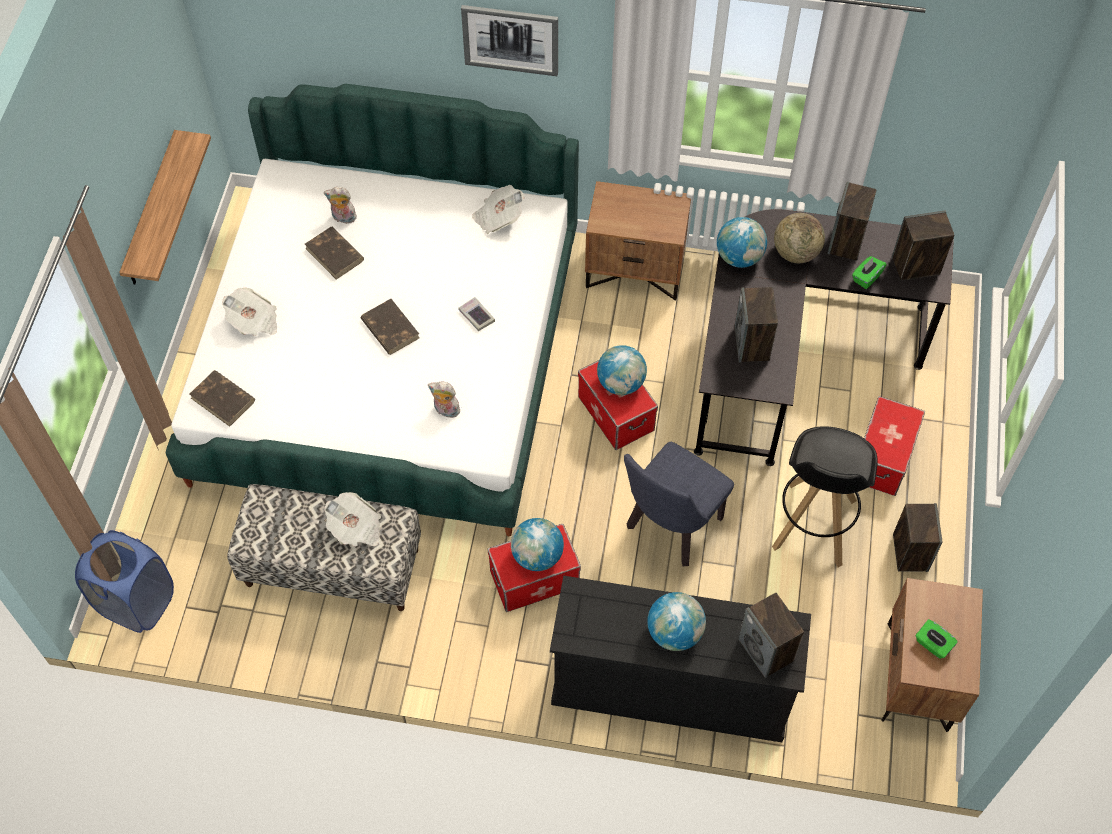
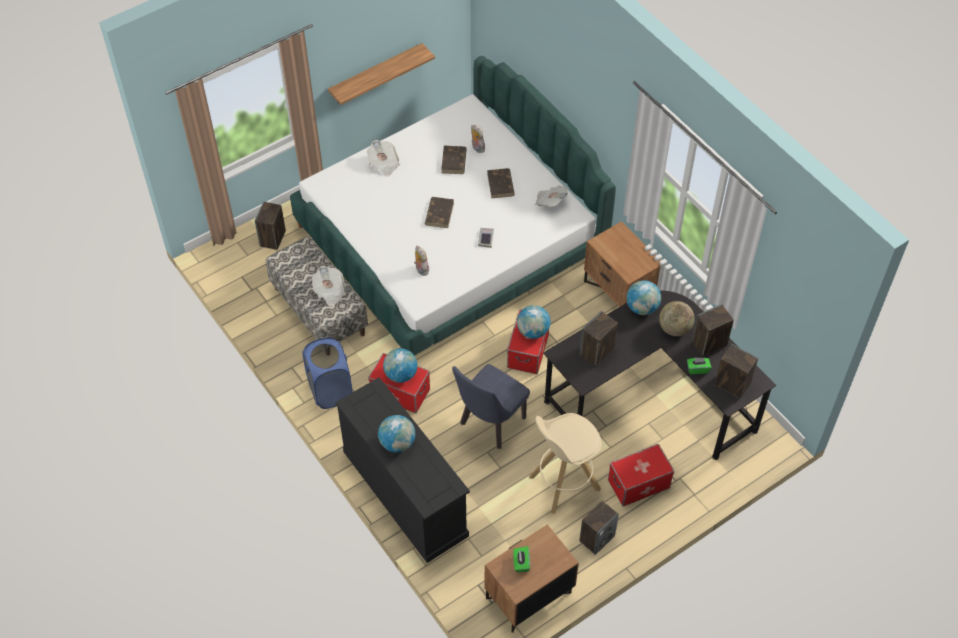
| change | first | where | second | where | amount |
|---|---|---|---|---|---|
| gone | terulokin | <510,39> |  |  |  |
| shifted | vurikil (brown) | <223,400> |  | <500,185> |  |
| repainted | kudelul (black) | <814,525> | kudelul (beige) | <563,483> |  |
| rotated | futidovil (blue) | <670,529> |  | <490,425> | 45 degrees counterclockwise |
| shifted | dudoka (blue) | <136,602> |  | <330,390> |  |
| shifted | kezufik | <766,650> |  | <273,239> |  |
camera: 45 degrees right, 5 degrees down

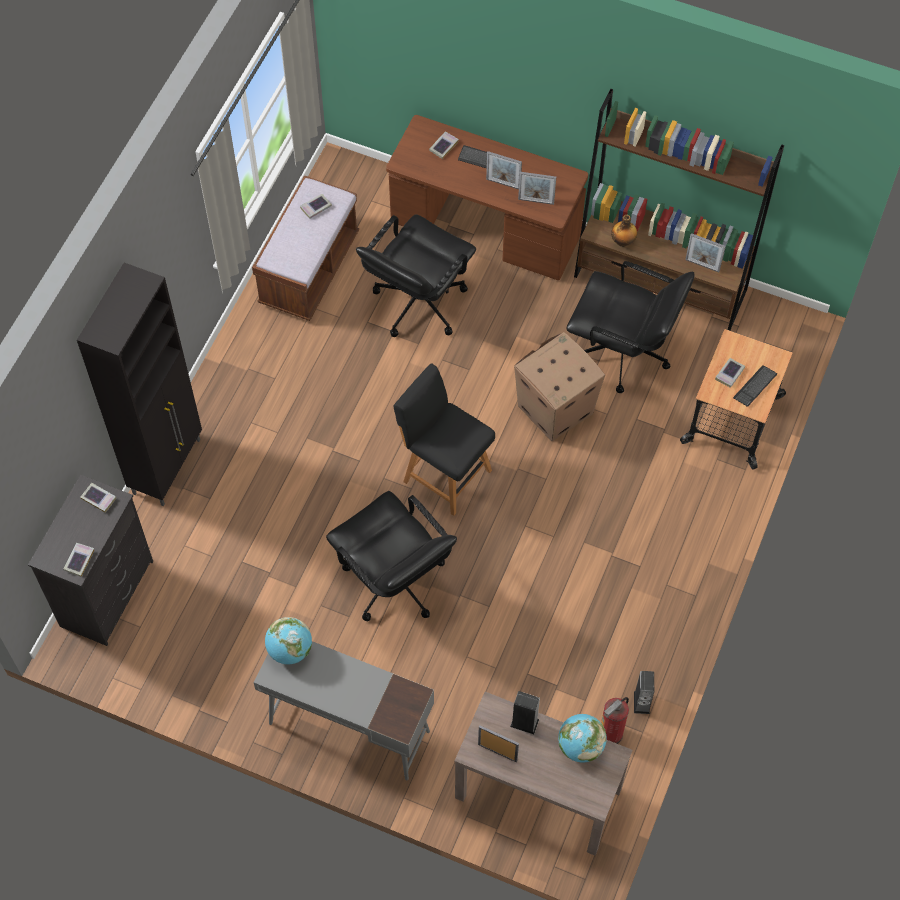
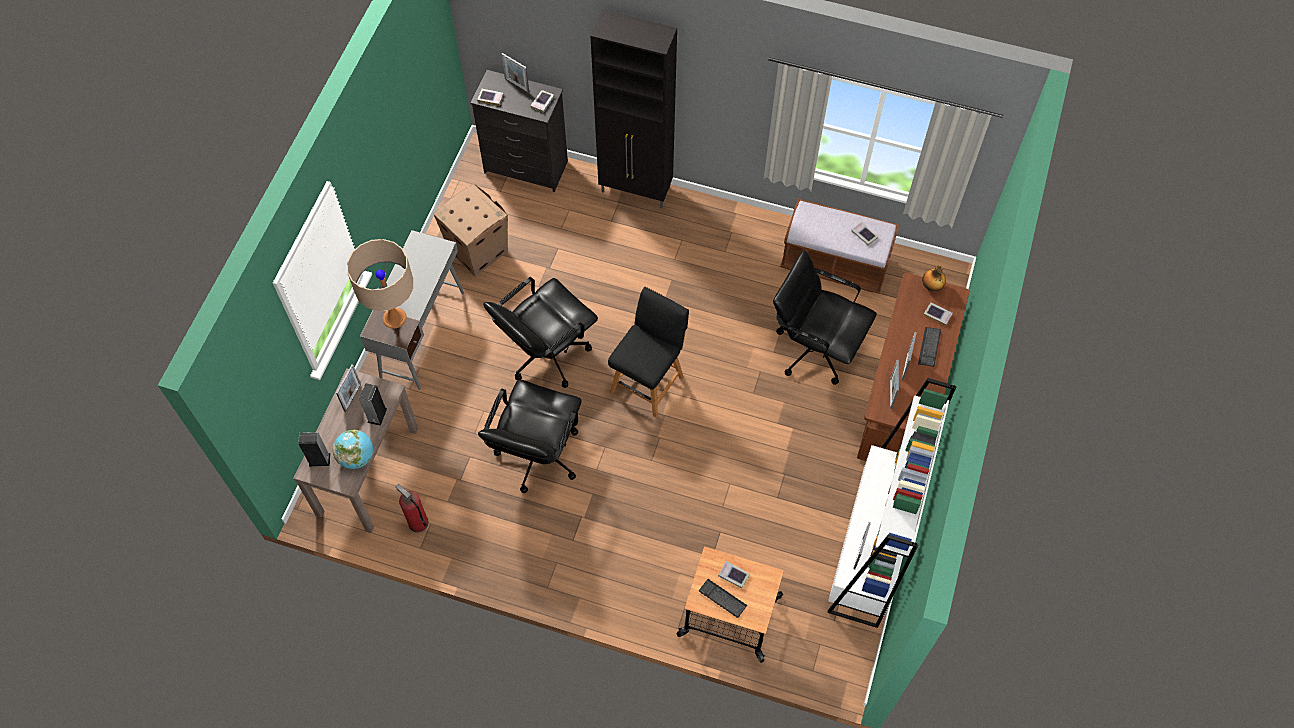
| change | first | where | second | where | amount |
|---|---|---|---|---|---|
| repainted | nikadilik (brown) | <660,283> | nikadilik (white) | <870,548> |  |
| shifted | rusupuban | <623,241> |  | <931,287> |  |
| shifted | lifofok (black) | <623,353> |  | <537,455> |  |
| shifted | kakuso | <554,410> |  | <477,250> |  |
| gone | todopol | <290,650> |  |  |  |
| shifted | kezufik | <641,702> |  | <319,459> |  |
| new |  |  | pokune | <517,85> |  |
| new |  |  | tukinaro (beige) | <394,318> |  |
camera: 85 degrees right, 0 degrees up

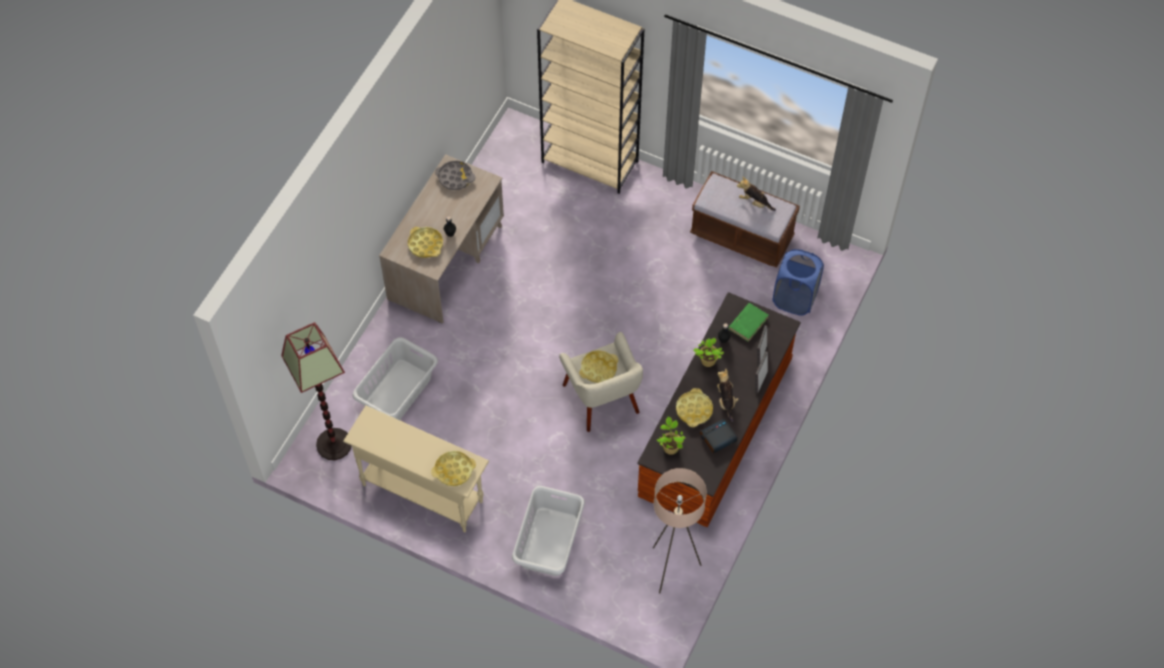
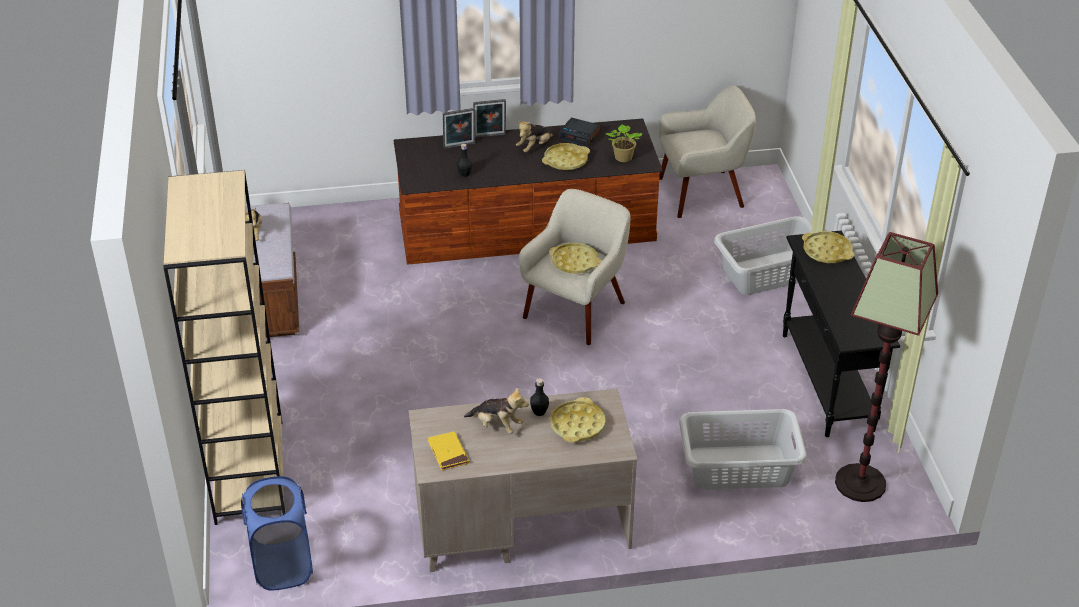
| change | first | where | second | where | amount |
|---|---|---|---|---|---|
| swapped | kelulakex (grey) | <455,177> | vurikil (yellow) | <448,452> |  |
| shifted | dudoka (blue) | <794,298> |  | <283,566> |  |
| gone | vurikil (green) | <748,323> |  |  |  |
| gone | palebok | <707,361> |  |  |  |
| repainted | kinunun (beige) | <422,492> | kinunun (black) | <826,382> |  |
| swapped | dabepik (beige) | <671,568> | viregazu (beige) | <702,193> |  |
| new |  |  | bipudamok | <497,425> |  |
camera: 125 degrees left, 20 degrees down

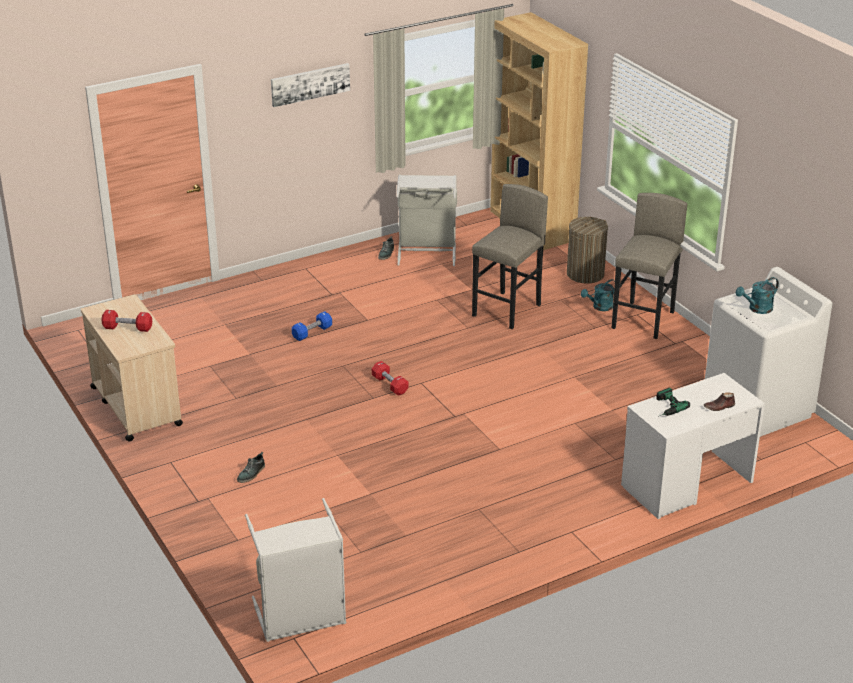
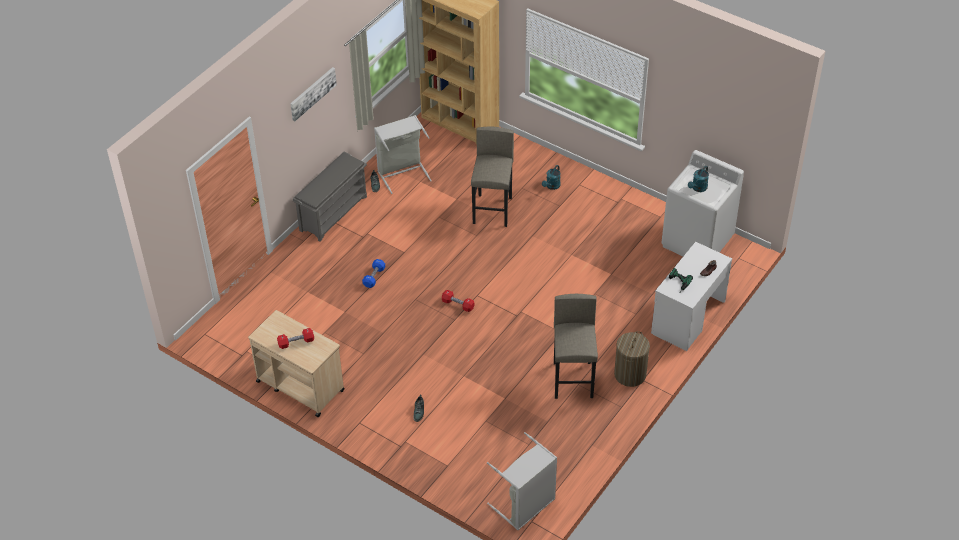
| change | first | where | second | where | amount |
|---|---|---|---|---|---|
| shifted | kudelul (grey) | <644,320> |  | <573,380> |  |
| shifted | dudoka | <585,274> |  | <630,374> |  |
| new |  |  | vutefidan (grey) | <333,213> |  |
camera: 25 degrees left, 15 degrees up

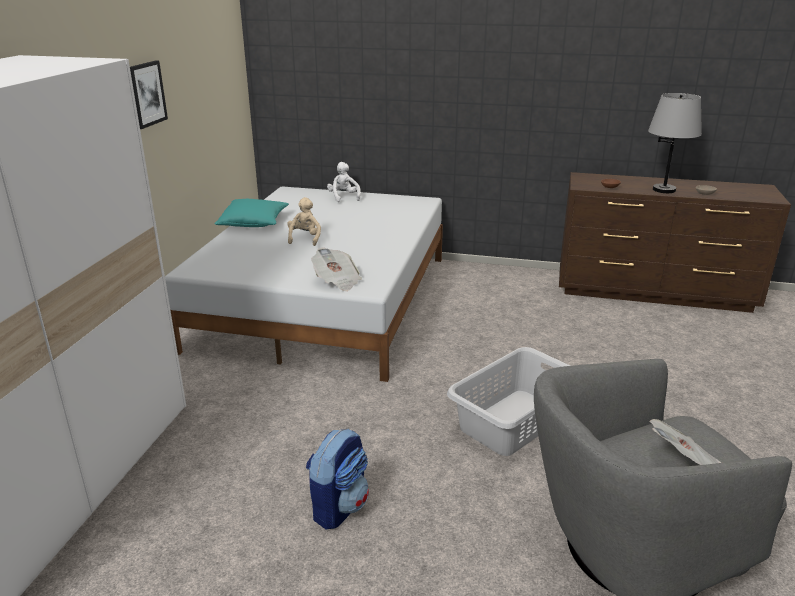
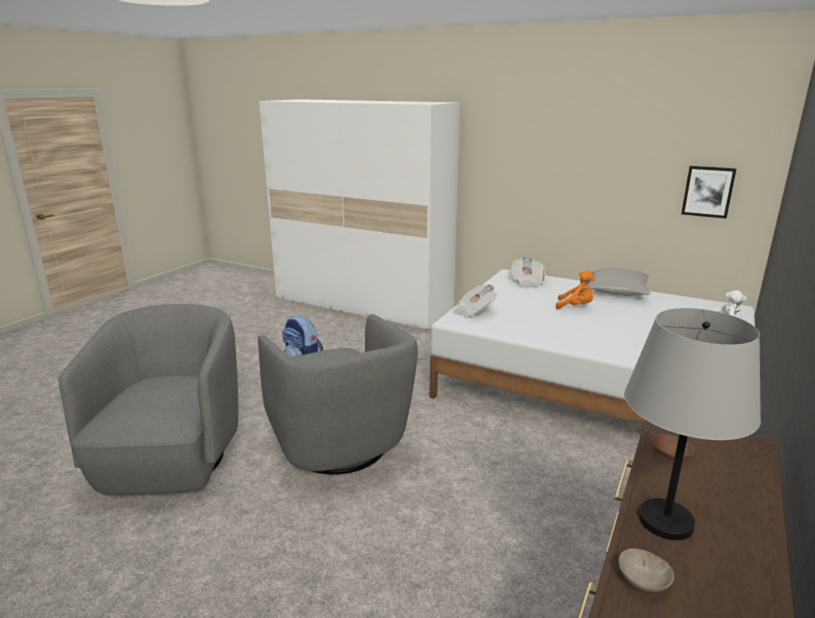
| change | first | where | second | where | amount |
|---|---|---|---|---|---|
| shifted | terulokin | <146,94> |  | <708,191> |  |
| repainted | bipudamok (beige) | <305,238> | bipudamok (orange) | <575,307> |  |
| repainted | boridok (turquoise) | <254,223> | boridok (grey) | <617,292> |  |
| swapped | dudoka (grey) | <514,422> | viregazu (grey) | <339,446> |  |
| shifted | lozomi | <683,461> |  | <527,282> |  |
camera: 105 degrees right, 5 degrees down

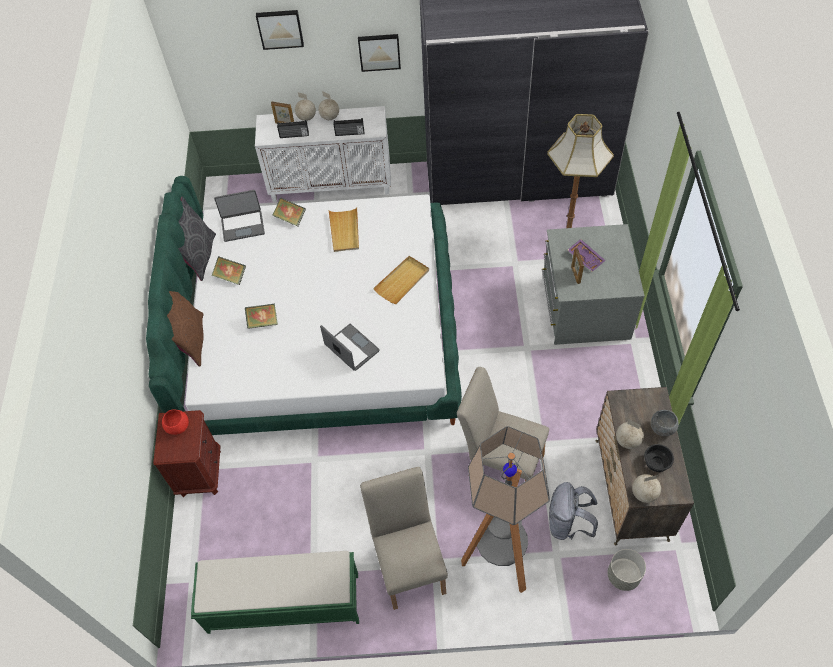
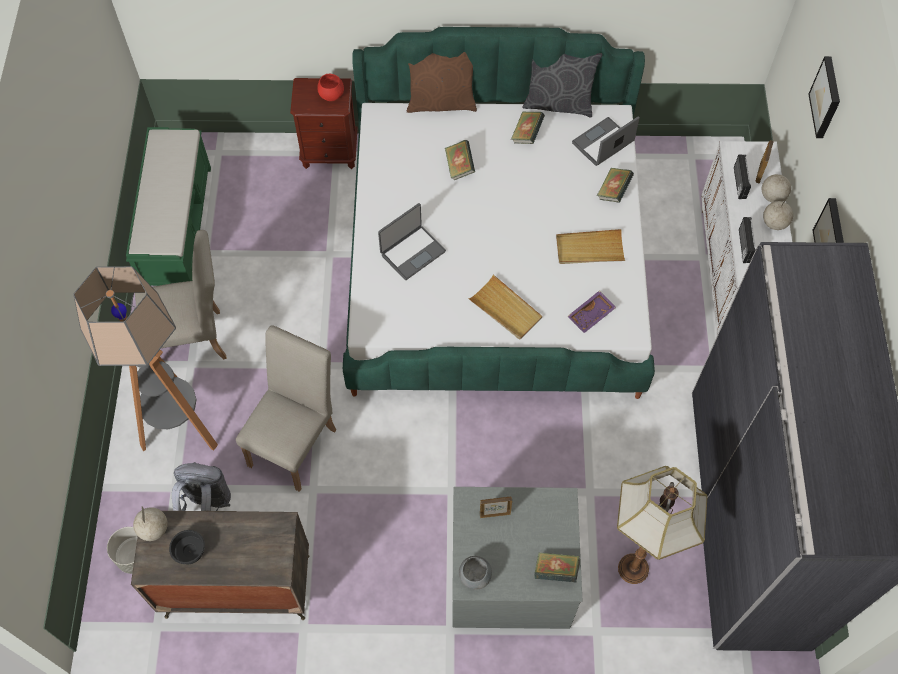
| change | first | where | second | where | amount |
|---|---|---|---|---|---|
| rotated | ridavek | <243,225> |  | <603,143> | 60 degrees clockwise |
| shifted | kelulakex (purple) | <586,258> |  | <591,315> |  |
| shifted | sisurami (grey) | <662,428> |  | <474,576> |  |
| gone | todopol | <627,440> |  |  |  |
| new |  |  | vurikil | <555,571> |  |
camera: 90 degrees right, 5 degrees up

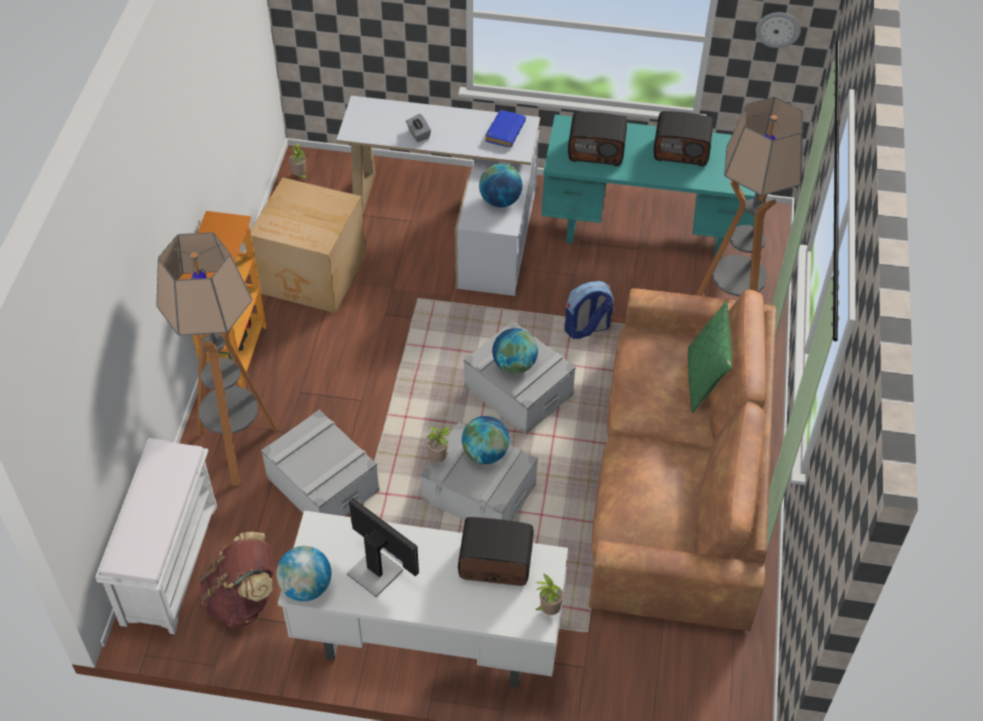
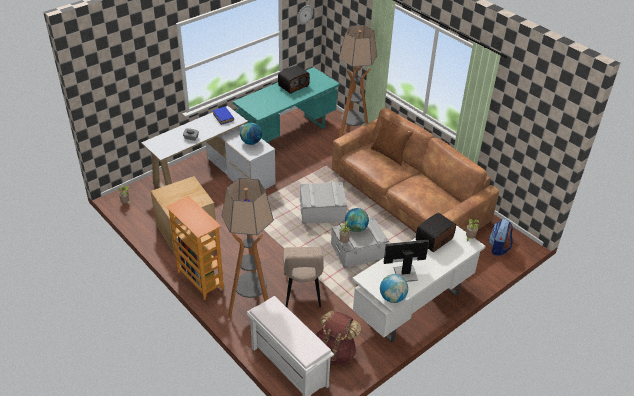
| change | first | where | second | where | amount |
|---|---|---|---|---|---|
| gone | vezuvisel | <597,150> |  |  |  |
| shifted | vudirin | <586,328> |  | <498,248> |  |
| repainted | boridok (green) | <704,380> | boridok (brown) | <389,154> |  |
| gone | todopol | <514,365> |  |  |  |
| swapped | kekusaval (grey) | <322,484> | futidovil (beige) | <302,293> |  |
camera: 50 degrees left, 10 degrees down

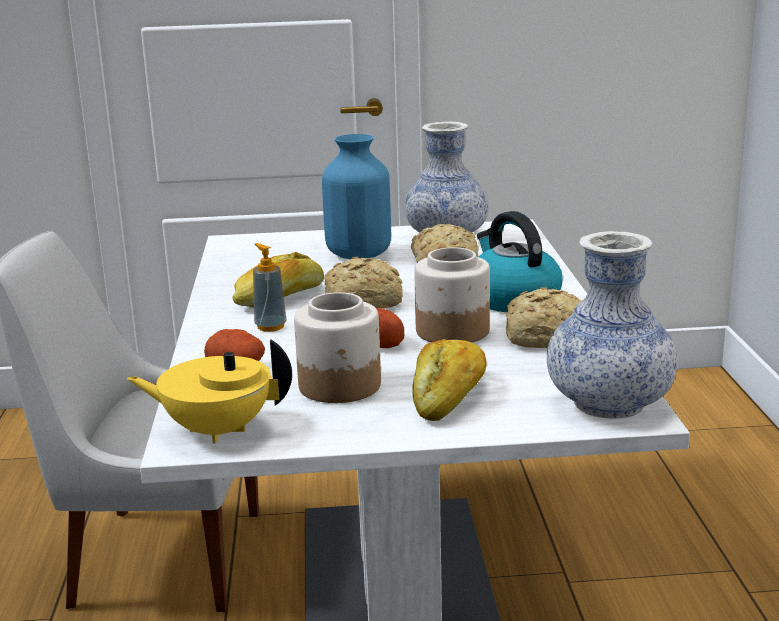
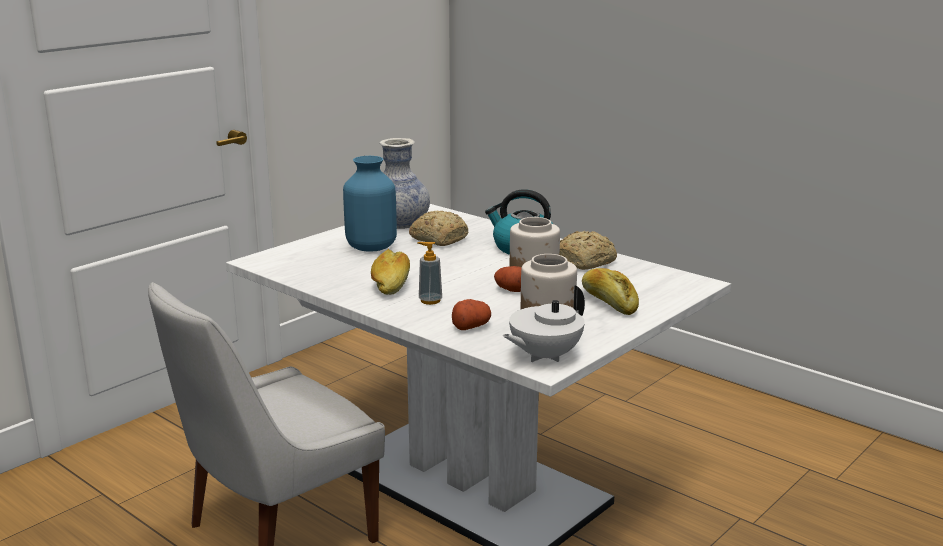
| change | first | where | second | where | amount |
|---|---|---|---|---|---|
| gone | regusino | <609,404> |  |  |  |
| gone | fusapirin | <366,302> |  |  |  |
| repainted | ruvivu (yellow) | <217,430> | ruvivu (white) | <544,356> |  |
camera: 45 degrees left, 0 degrees up

